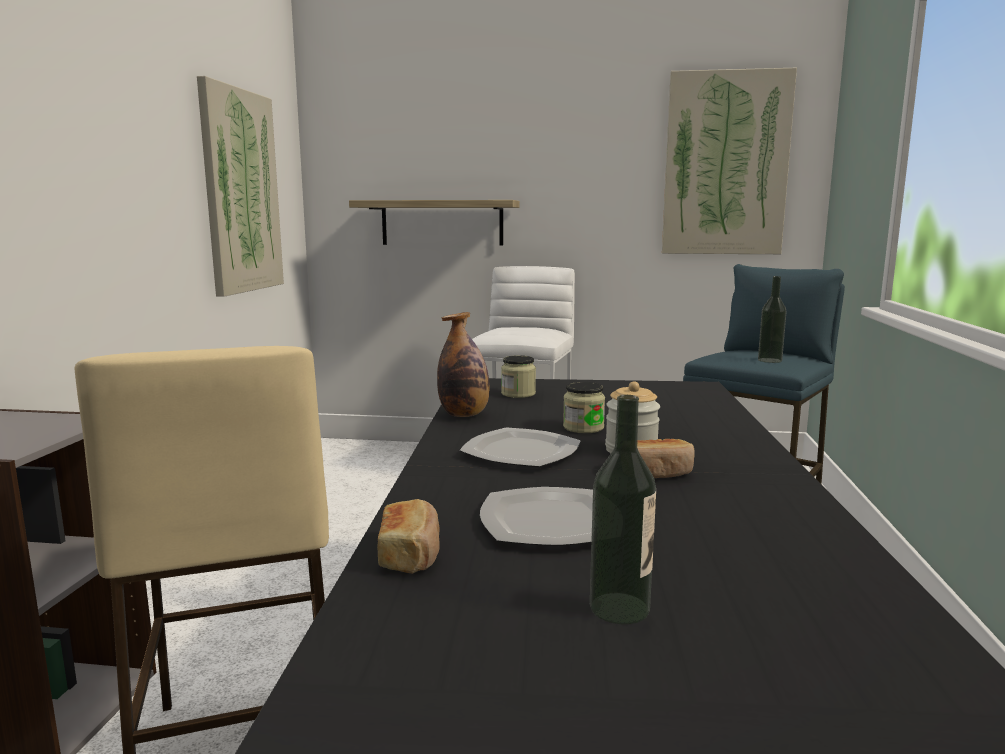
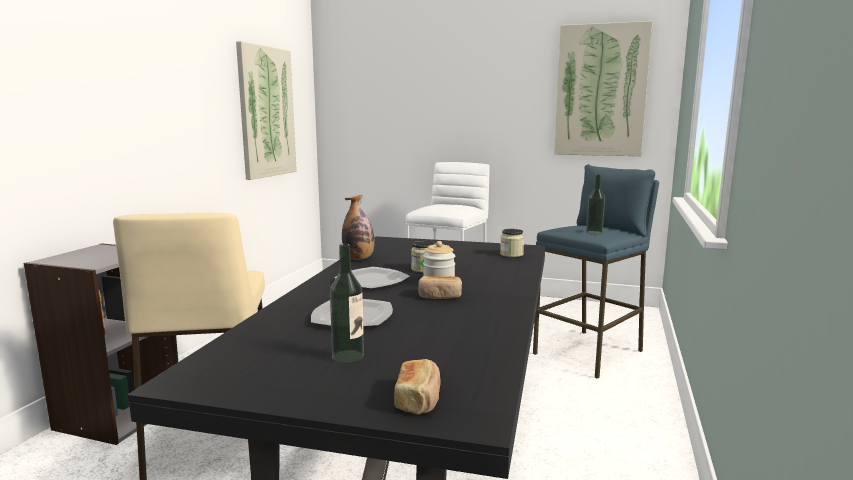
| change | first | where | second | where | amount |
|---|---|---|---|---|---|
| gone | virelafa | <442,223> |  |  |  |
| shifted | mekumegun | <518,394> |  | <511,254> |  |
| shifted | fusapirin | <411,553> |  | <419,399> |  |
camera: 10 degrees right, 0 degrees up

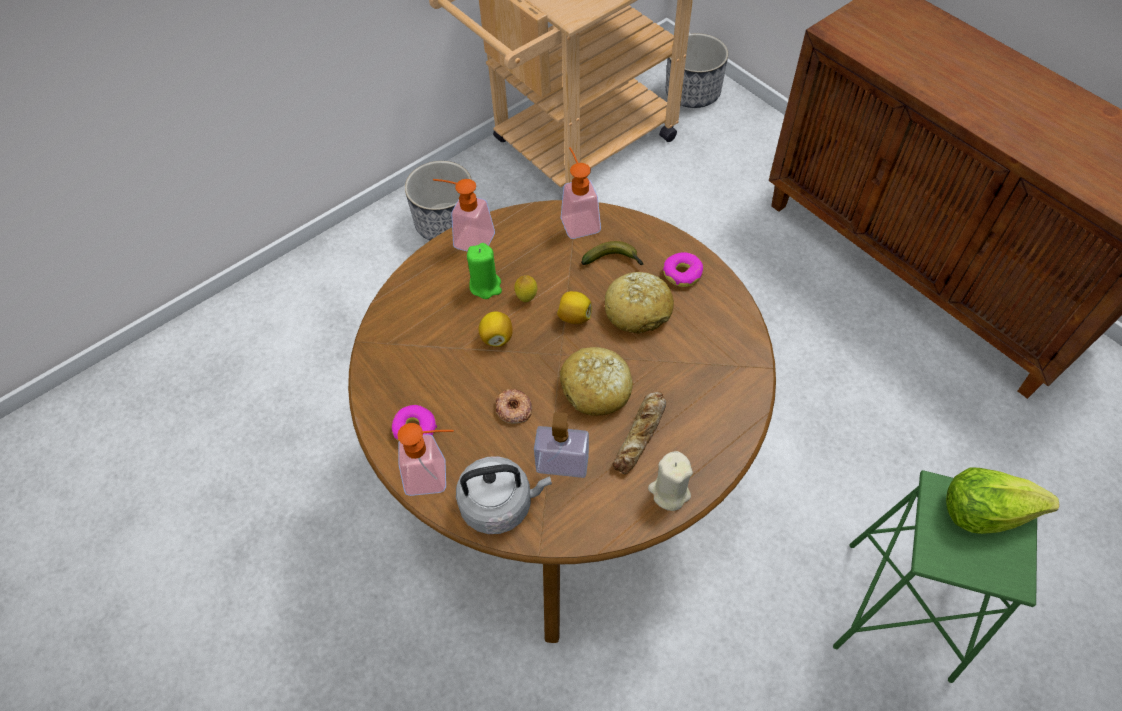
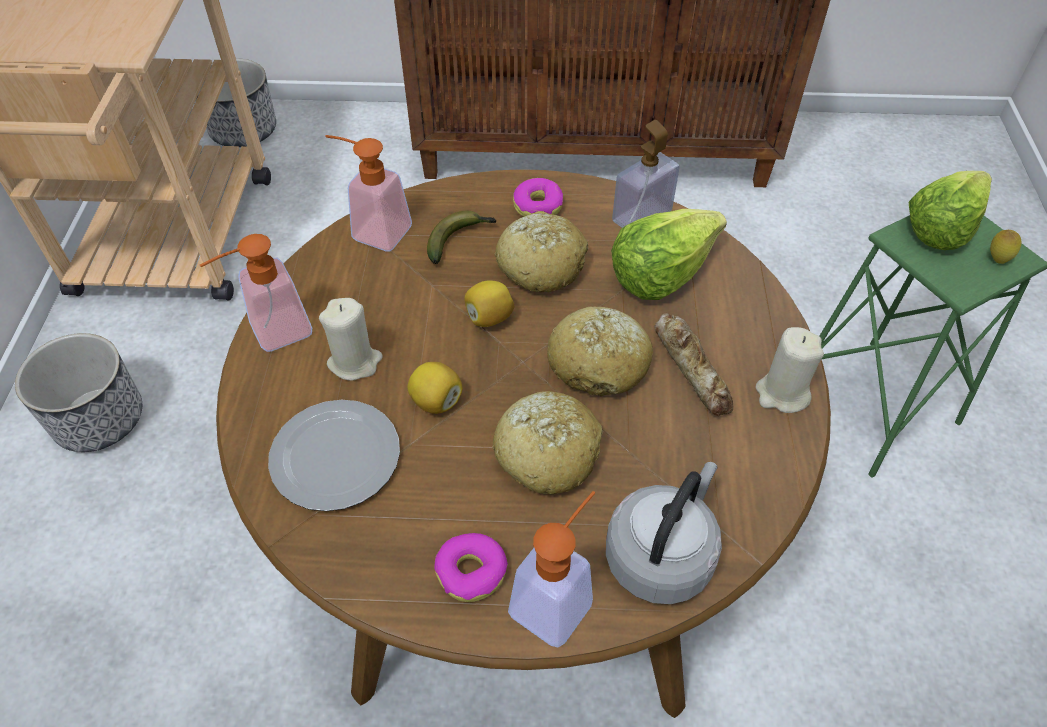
| change | first | where | second | where | amount |
|---|---|---|---|---|---|
| repainted | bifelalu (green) | <485,286> | bifelalu (beige) | <355,362> |  |
| shifted | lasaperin | <526,298> |  | <997,259> |  |
| swapped | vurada | <513,409> | fusapirin | <547,452> |  |
| shifted | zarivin | <562,464> |  | <642,216> |  |
| new |  |  | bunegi | <661,272> |  |
| new |  |  | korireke | <334,459> |  |
camera: 50 degrees left, 5 degrees down

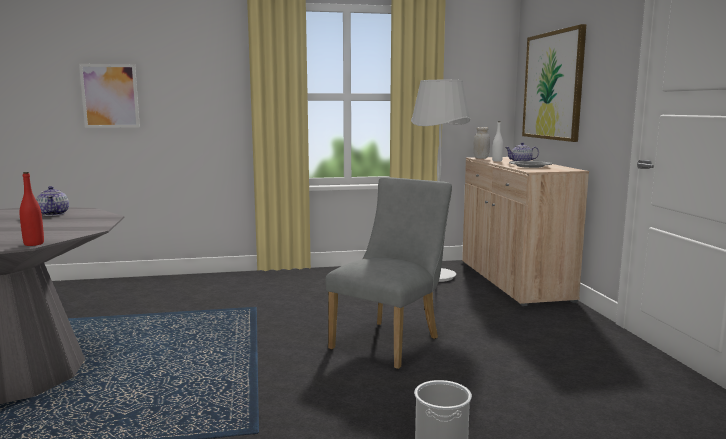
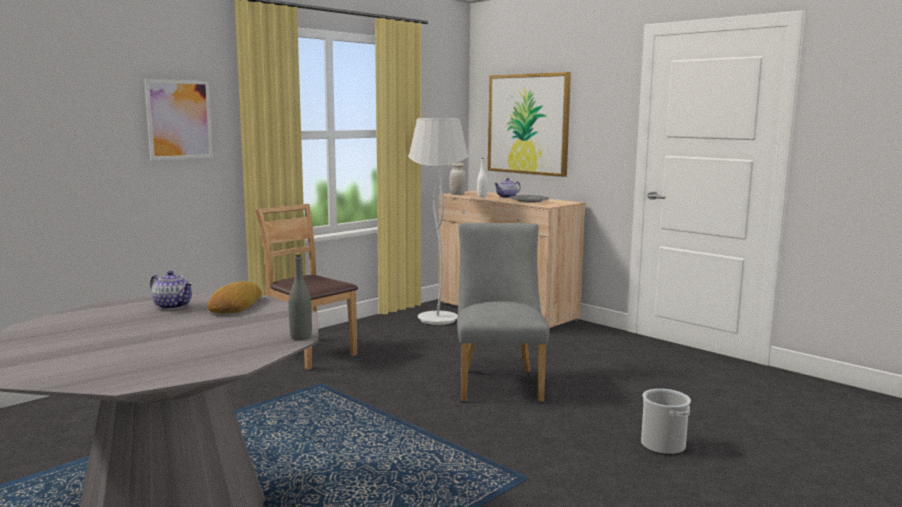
| change | first | where | second | where | amount |
|---|---|---|---|---|---|
| shifted | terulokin | <110,96> |  | <179,119> |  |
| repainted | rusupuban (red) | <34,244> | rusupuban (grey) | <301,337> |  |
| new |  |  | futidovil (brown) | <309,352> |  |
| new |  |  | fusapirin | <234,306> |  |
camera: 35 degrees left, 0 degrees up

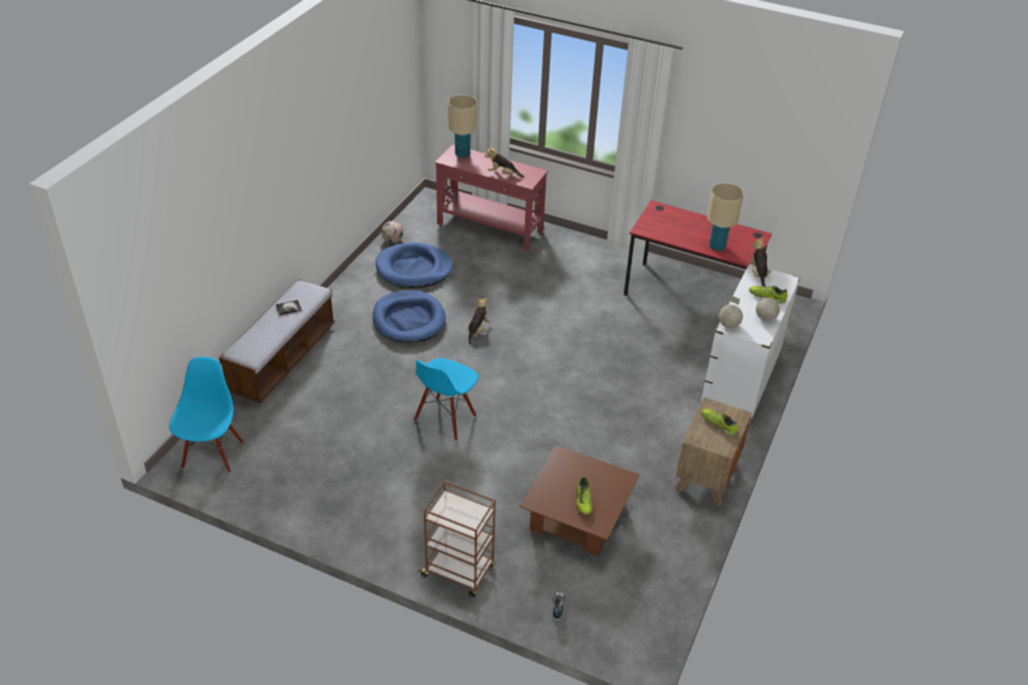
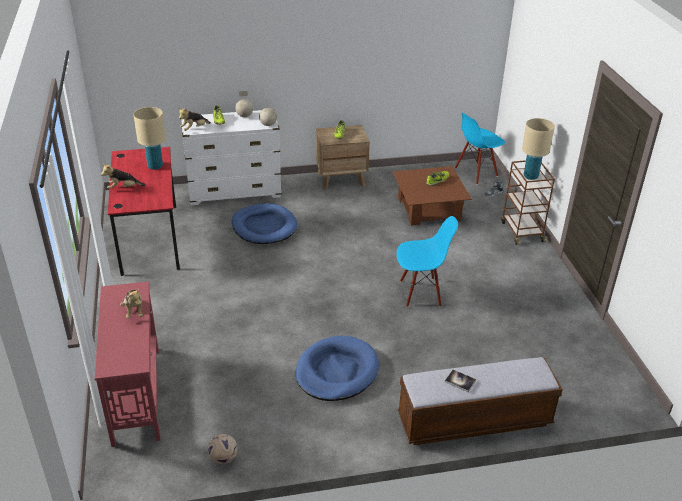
| change | first | where | second | where | amount |
|---|---|---|---|---|---|
| shifted | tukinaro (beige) | <462,154> |  | <531,176> |  |
| shifted | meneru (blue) | <414,269> |  | <264,227> |  |
| shifted | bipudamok | <478,330> |  | <123,188> |  |
| shifted | futidovil (blue) | <212,454> |  | <476,172> |  |
camera: 125 degrees left, 5 degrees down

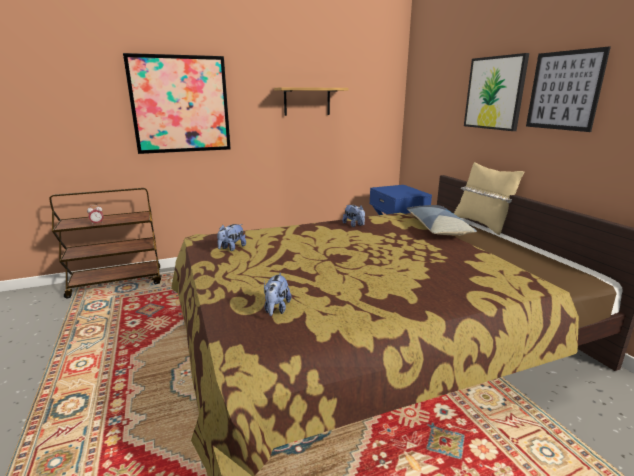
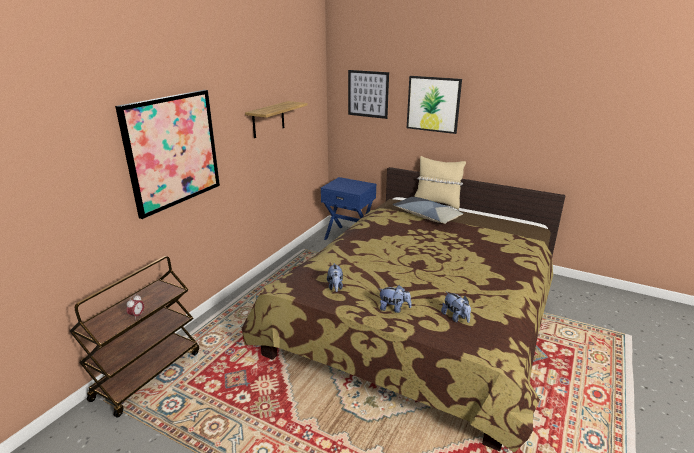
| change | first | where | second | where | amount |
|---|---|---|---|---|---|
| shifted | terulokin | <564,90> |  | <368,94> |  |
| shifted | bipudamok | <354,225> |  | <394,308> |  |
camera: 40 degrees left, 5 degrees up

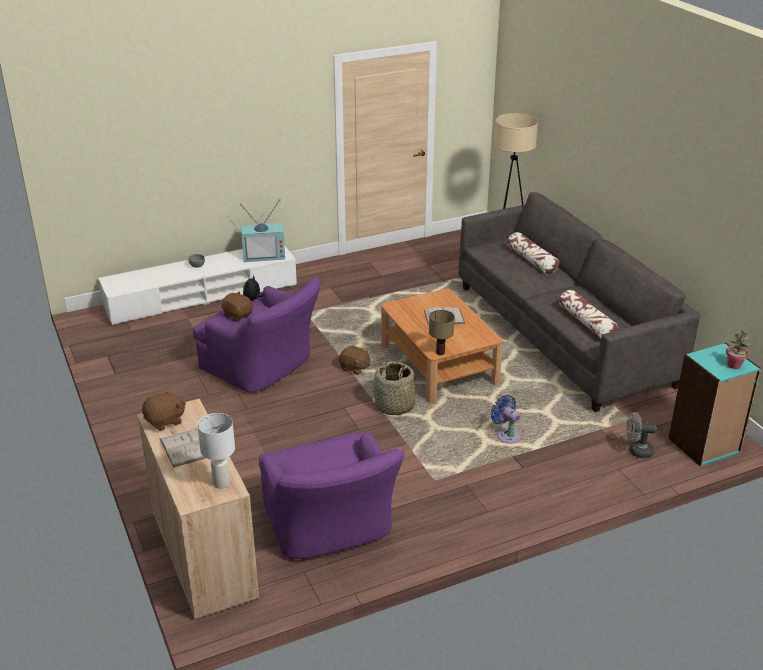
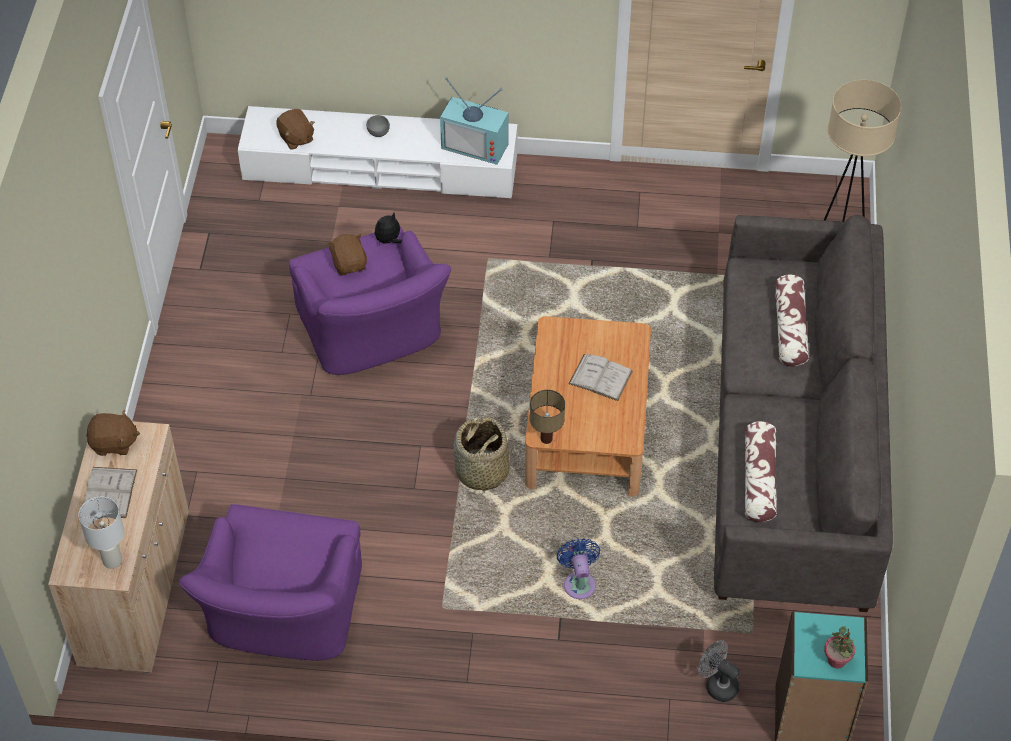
| change | first | where | second | where | amount |
|---|---|---|---|---|---|
| shifted | bipudamok (brown) | <354,368> |  | <296,138> |  |
camera: 30 degrees right, 20 degrees up

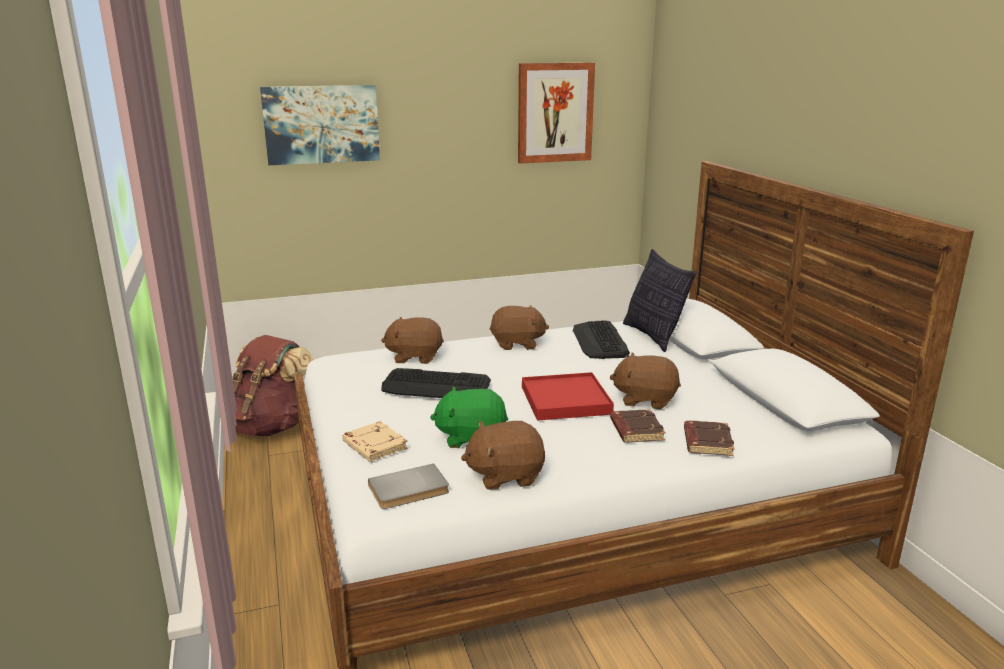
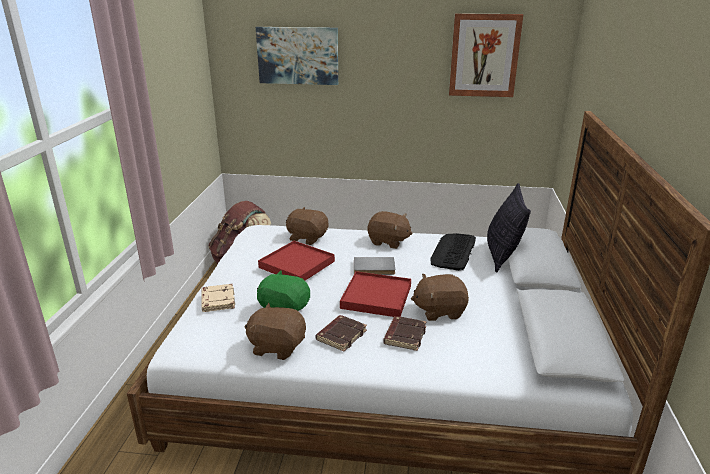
| change | first | where | second | where | amount |
|---|---|---|---|---|---|
| rotated | bipudamok (brown) | <645,399> |  | <439,311> | 45 degrees counterclockwise |
| swapped | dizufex | <436,386> | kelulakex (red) | <297,264> |  |
| shifted | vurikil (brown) | <706,442> |  | <341,335> |  |
| shifted | vurikil (grey) | <409,490> |  | <374,268> |  |
camera: 25 degrees right, 5 degrees up

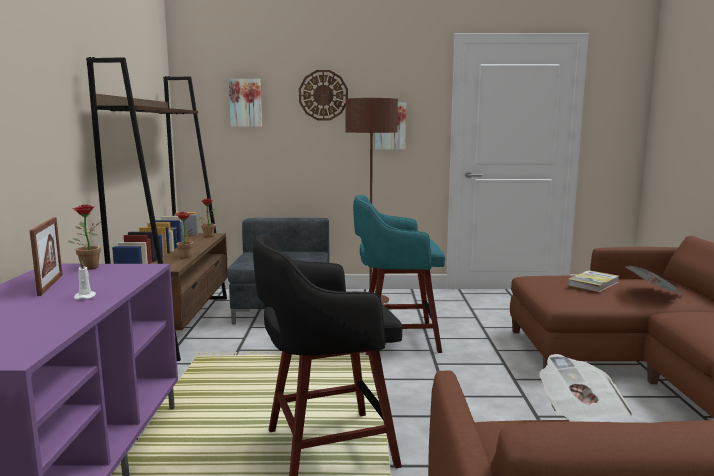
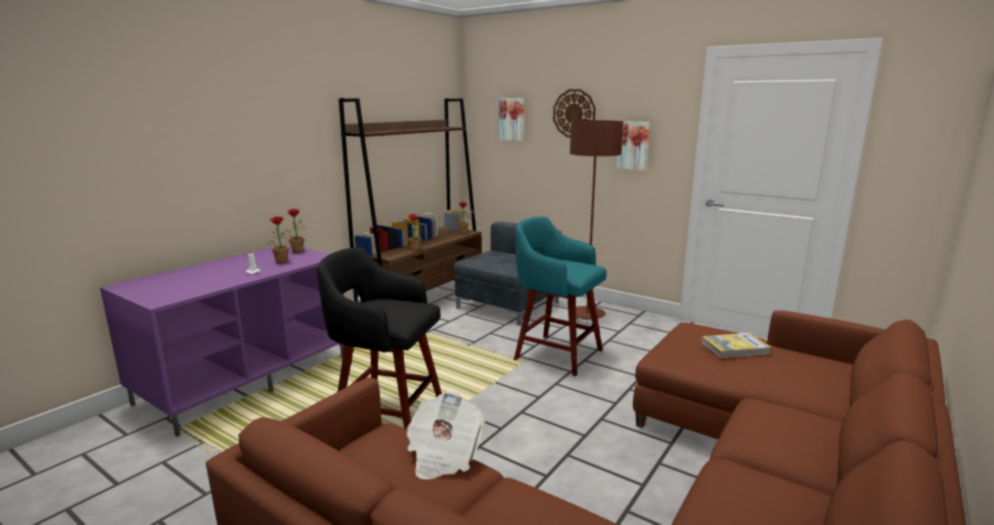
| change | first | where | second | where | amount |
|---|---|---|---|---|---|
| gone | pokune | <50,284> |  |  |  |
| gone | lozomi | <653,294> |  |  |  |
| new |  |  | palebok | <280,261> |  |
camera: 35 degrees right, 5 degrees up

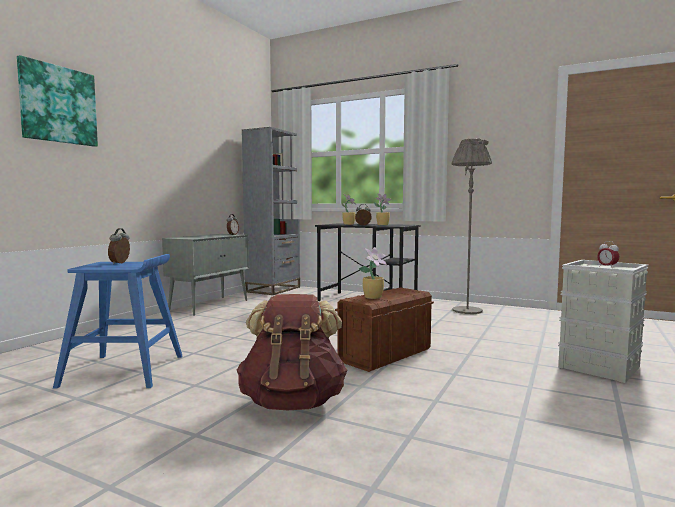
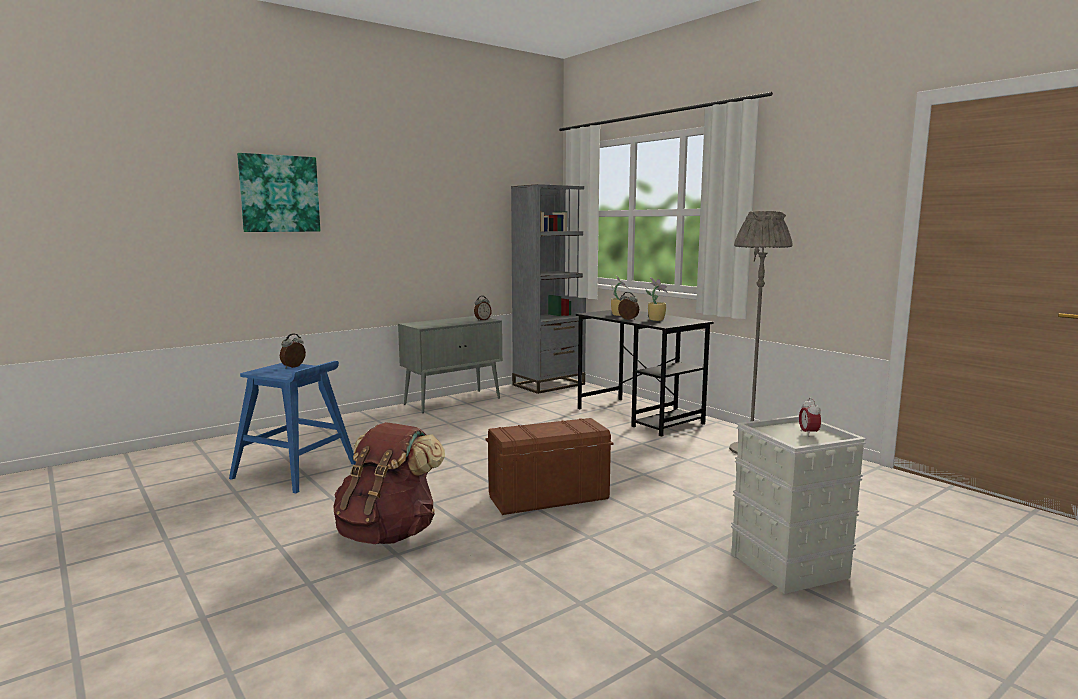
| change | first | where | second | where | amount |
|---|---|---|---|---|---|
| gone | palebok | <374,297> |  |  |  |
camera: 25 degrees right, 5 degrees up

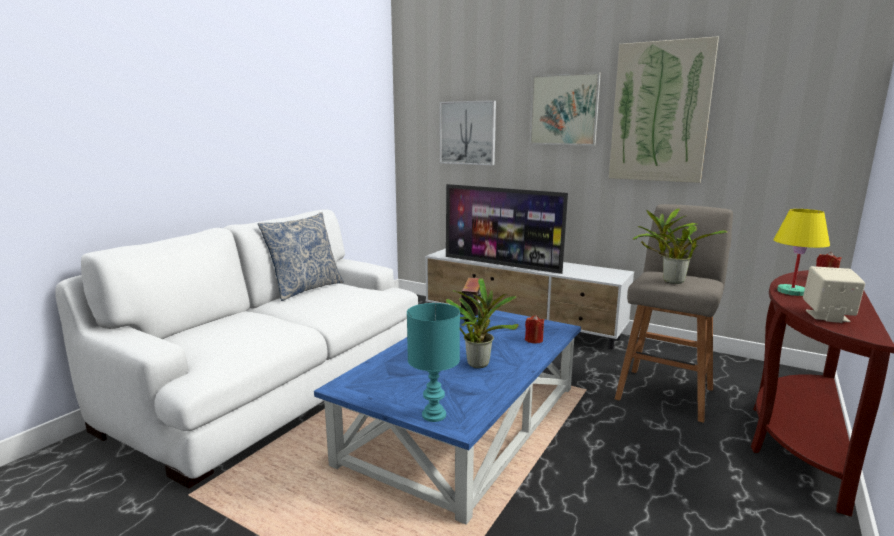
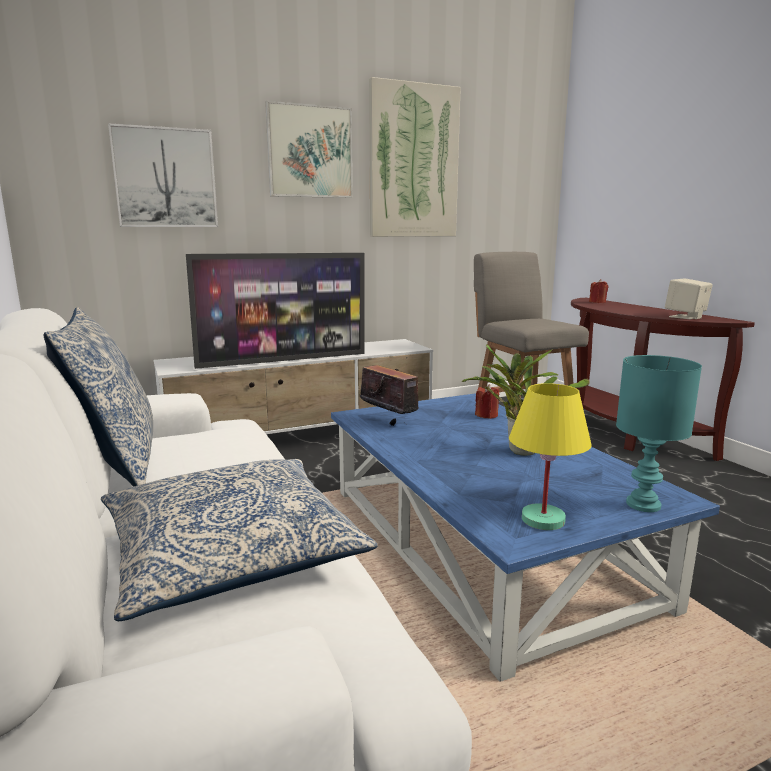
| change | first | where | second | where | amount |
|---|---|---|---|---|---|
| gone | palebok | <670,281> |  |  |  |
| shifted | tukinaro (yellow) | <791,292> |  | <543,520> |  |
| new |  |  | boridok | <232,552> |  |
camera: 55 degrees left, 0 degrees up

